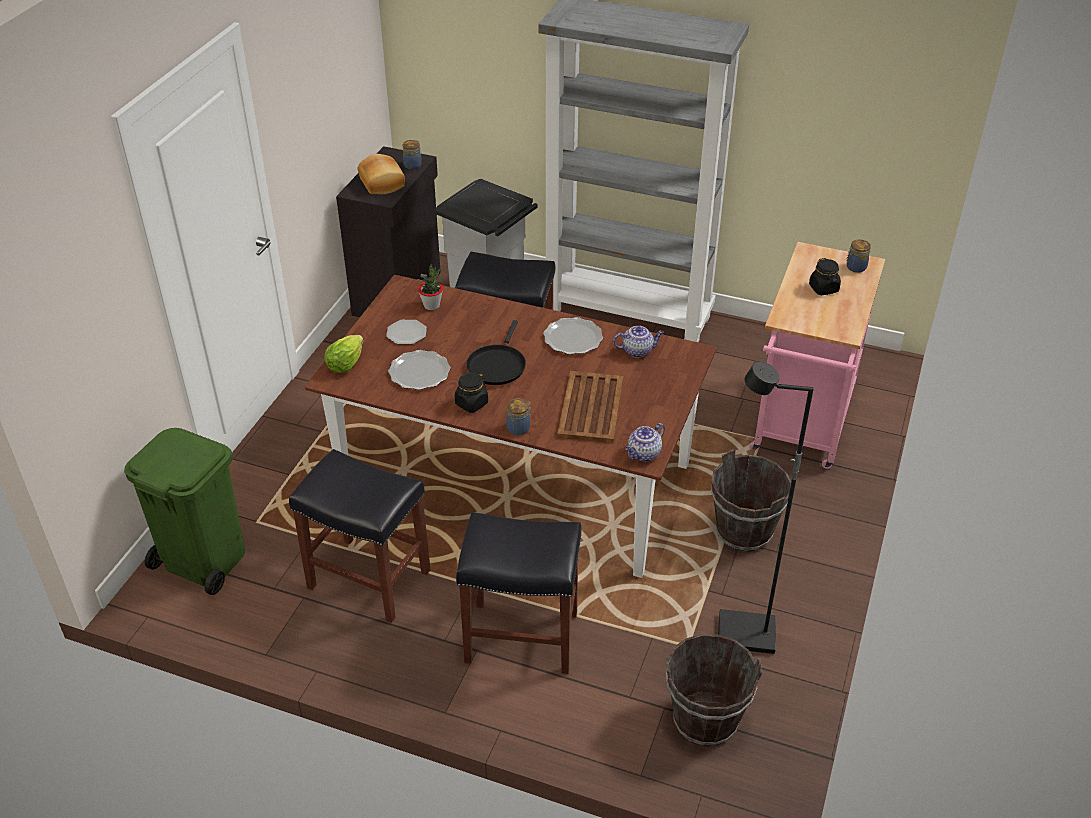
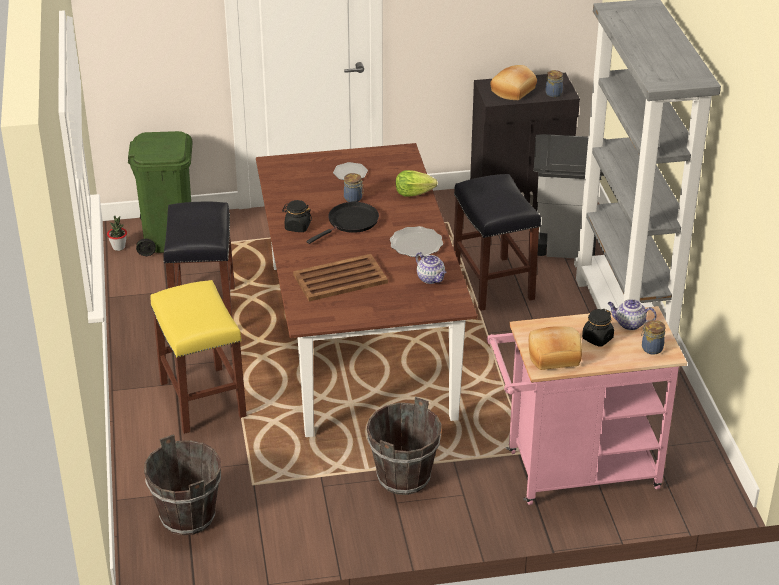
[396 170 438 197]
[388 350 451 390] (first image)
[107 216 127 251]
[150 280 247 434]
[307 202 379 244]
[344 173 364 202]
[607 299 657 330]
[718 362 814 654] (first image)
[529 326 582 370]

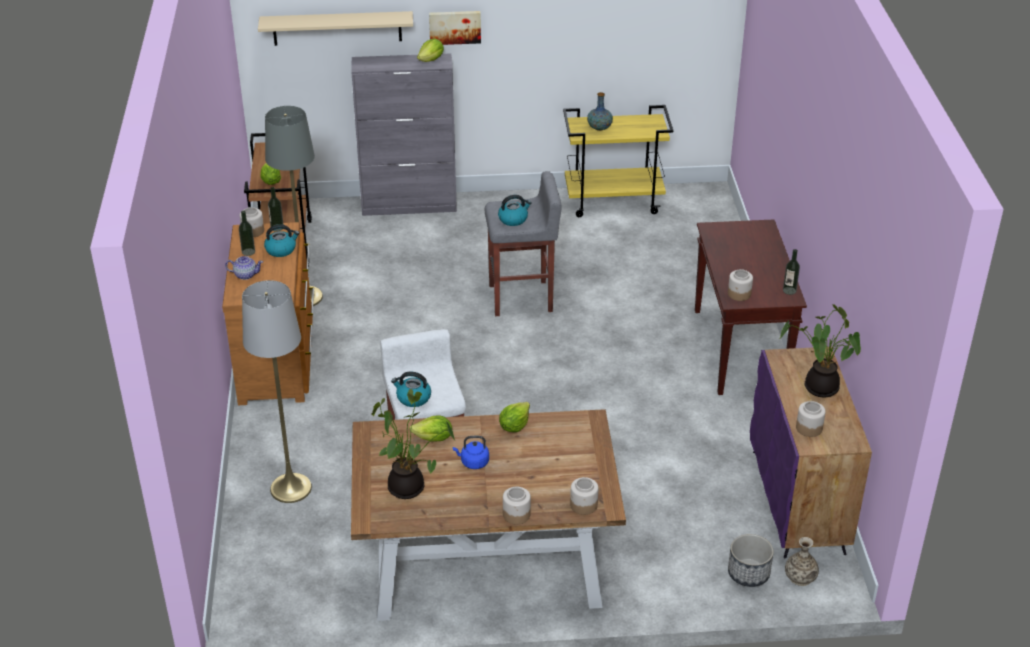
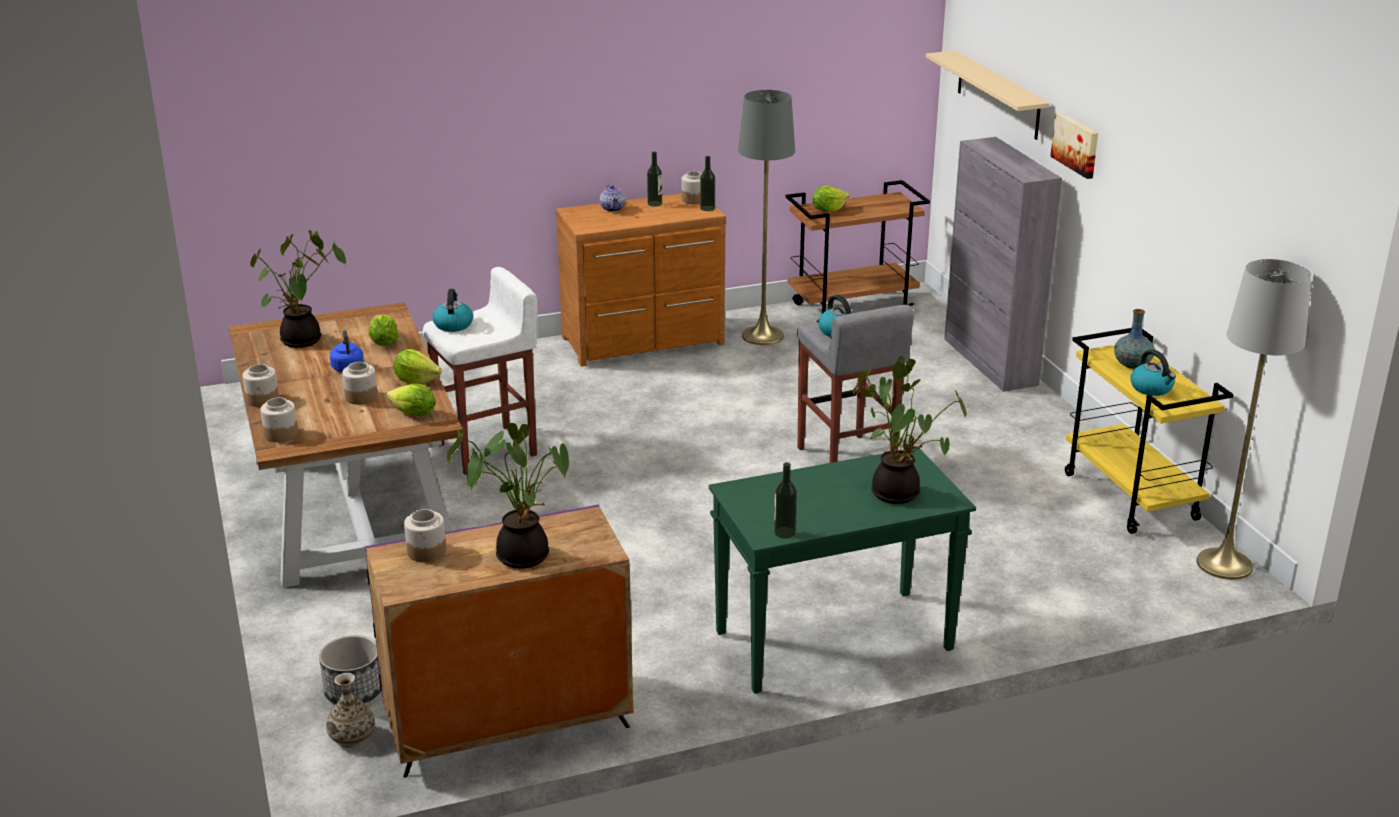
[1196 259 1311 580]
[1130 350 1176 396]
[387 384 435 416]
[709 448 976 694]
[342 362 378 405]
[852 356 967 504]

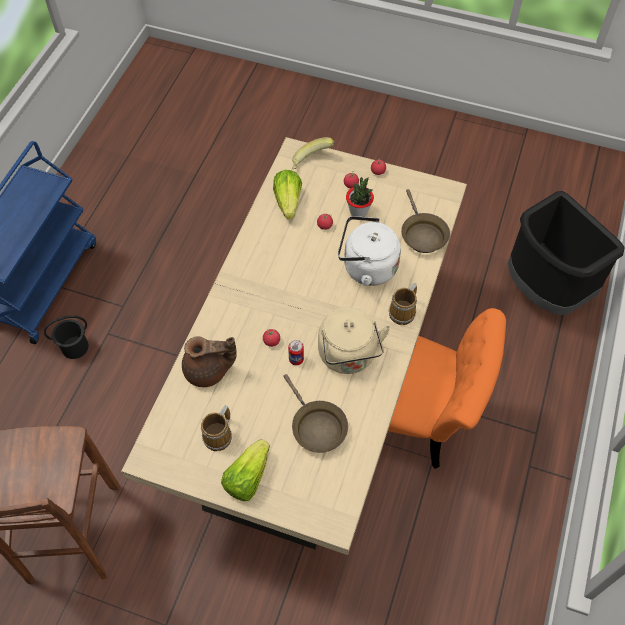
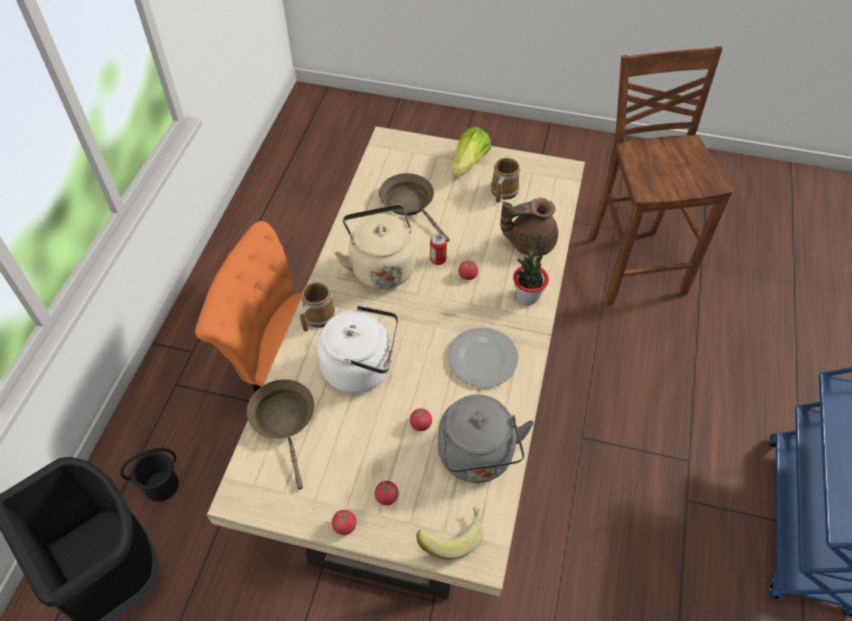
[120 448 179 502]
[438 395 534 483]
[513 240 549 305]
[448 327 519 387]

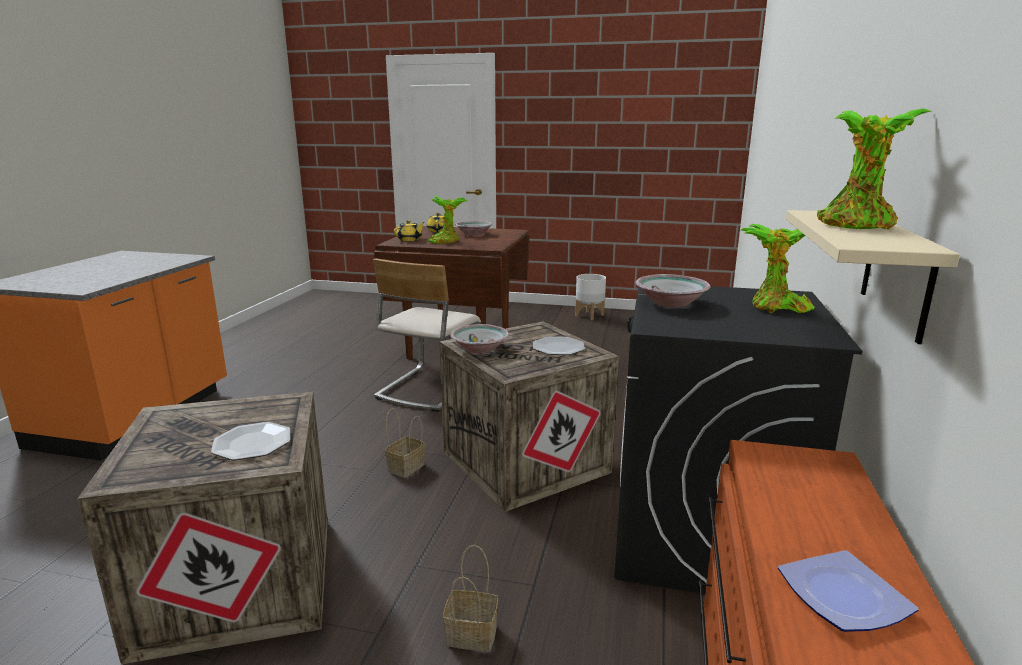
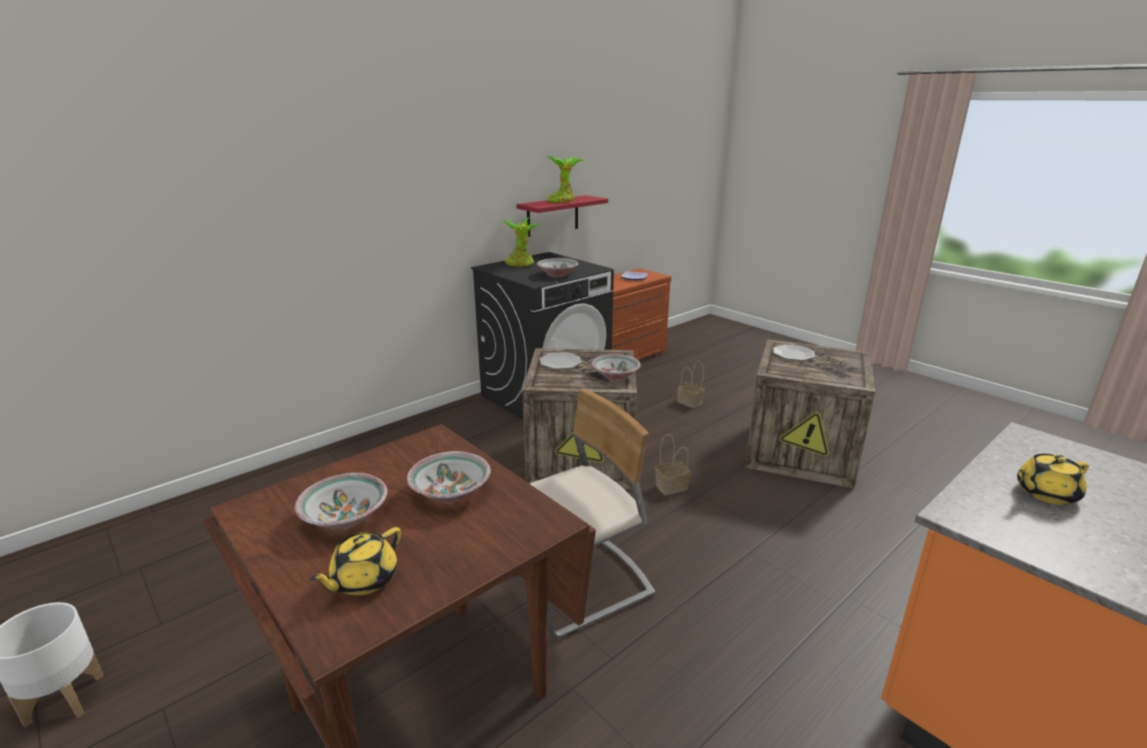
[1017 454 1089 505]
[407 451 491 503]
[516 195 608 237]

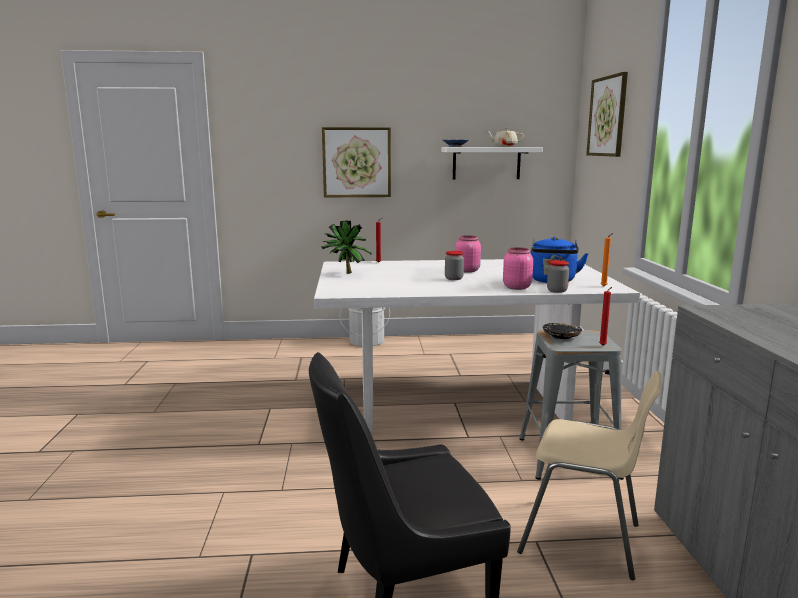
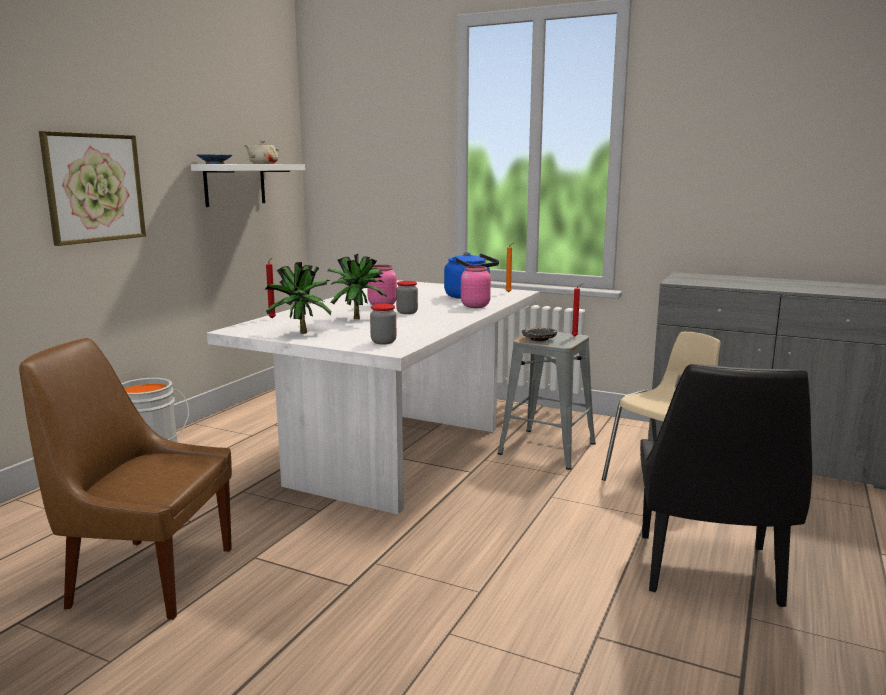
[370 304 396 344]
[586 72 628 157] (first image)
[19 338 232 620]
[327 254 387 319]

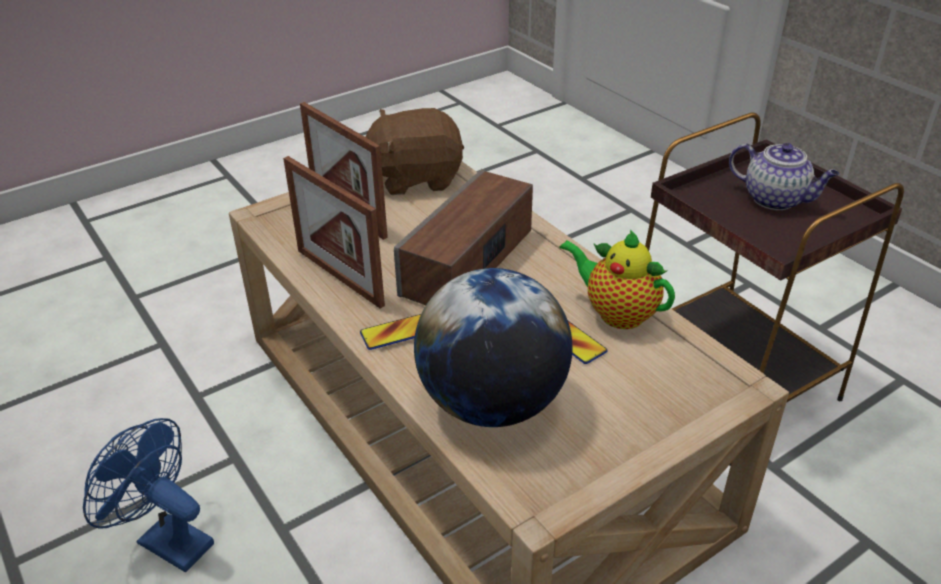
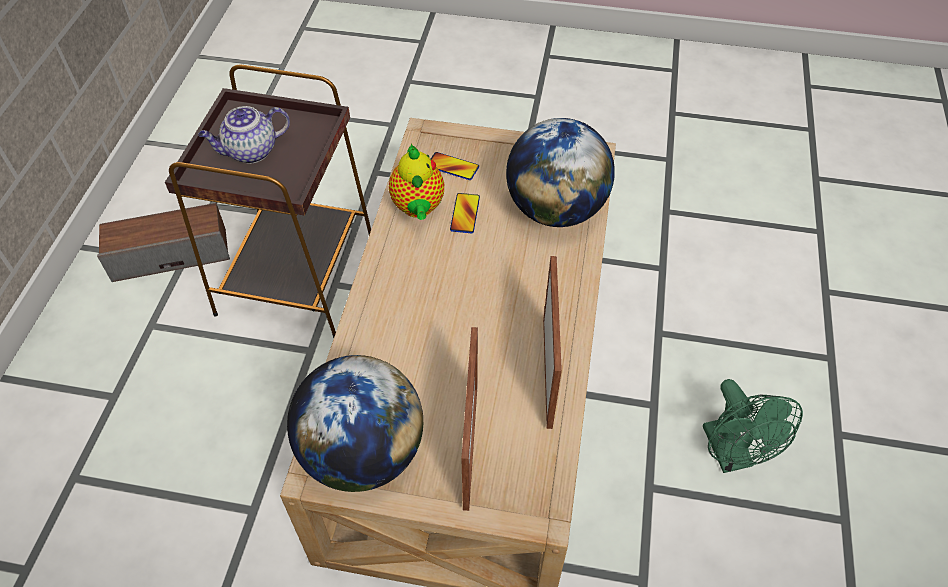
[703 379 803 473]
[431 152 479 180]
[287 355 423 492]
[97 203 230 282]
[198 106 290 164]

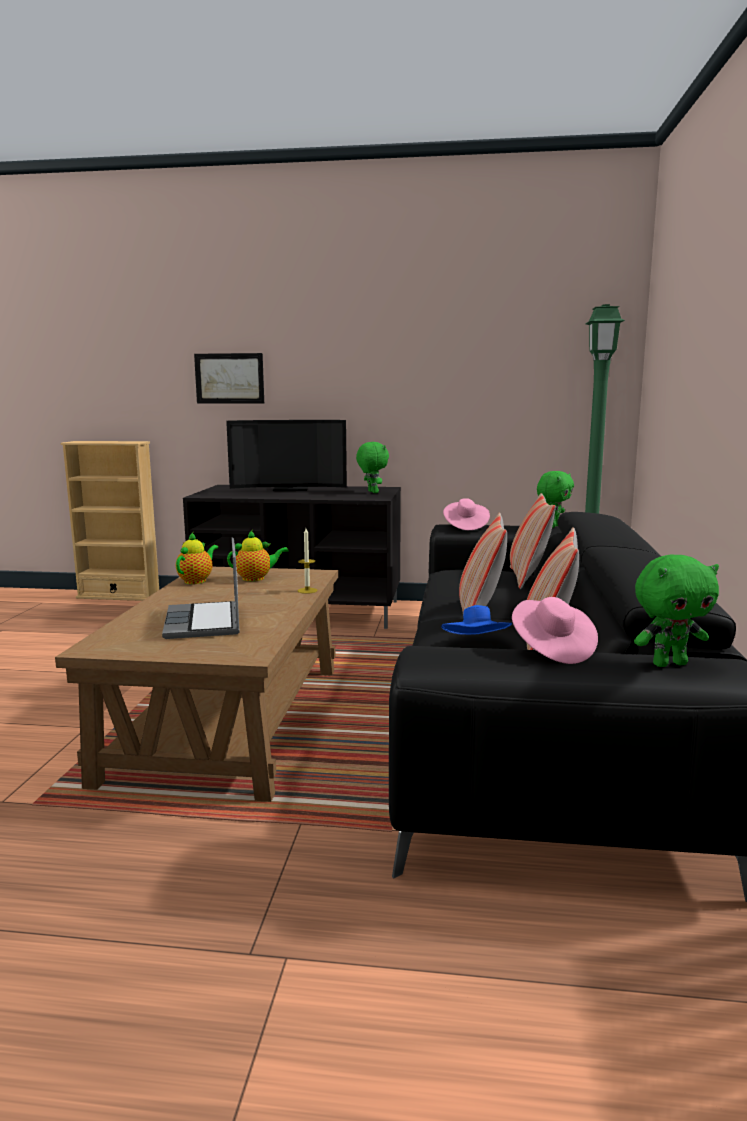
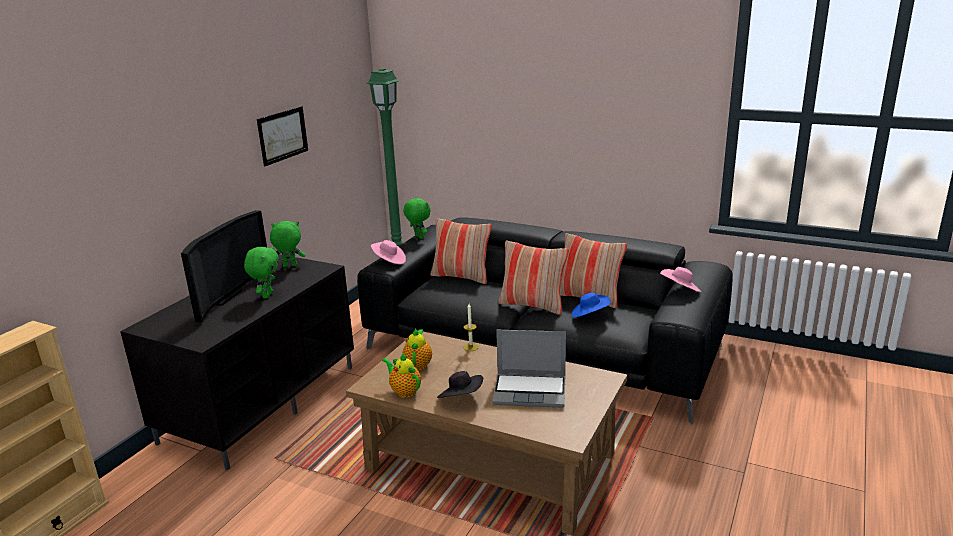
[257 106 308 166]
[244 246 279 299]
[437 371 483 398]

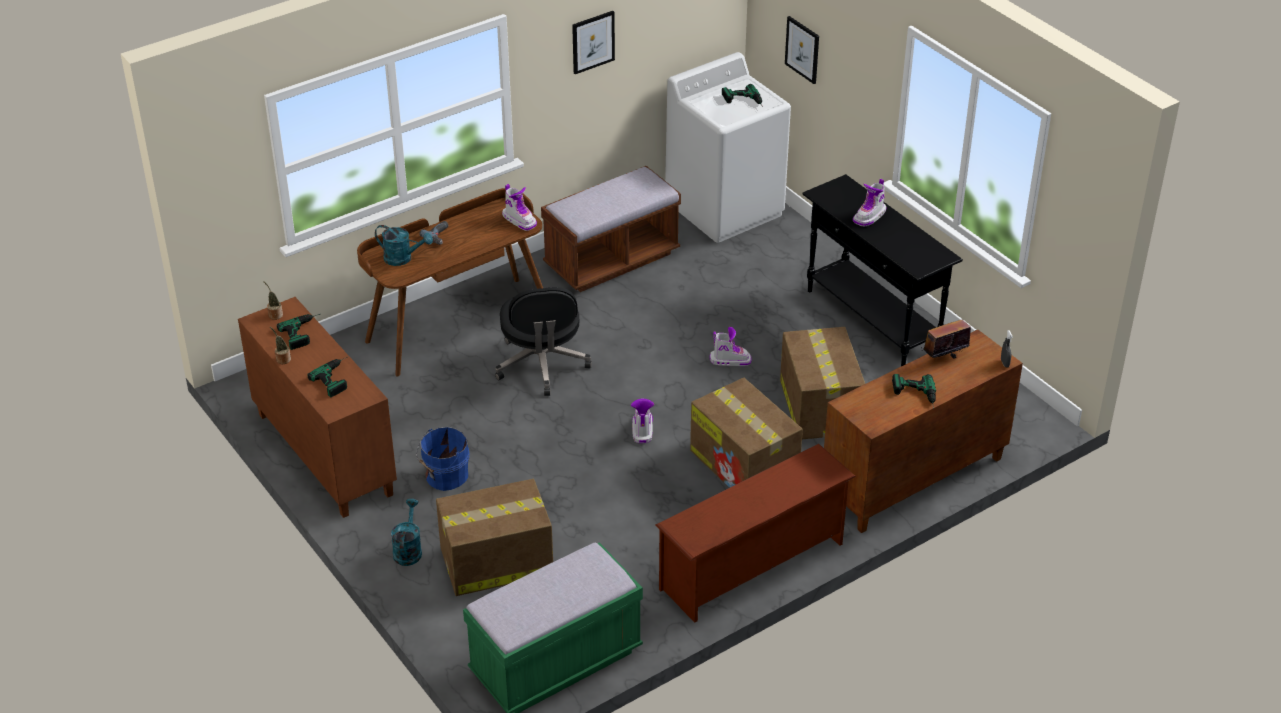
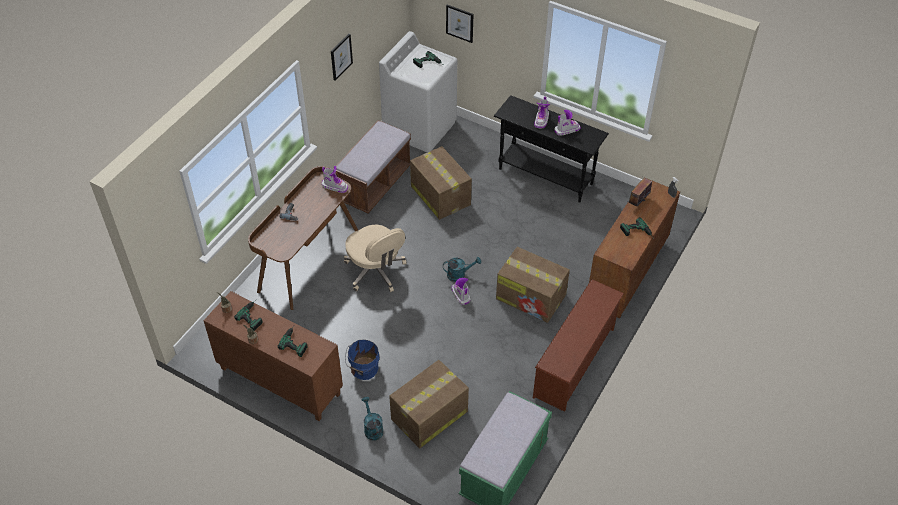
[443 257 481 282]
[344 225 406 292]
[554 110 581 136]
[410 146 472 220]

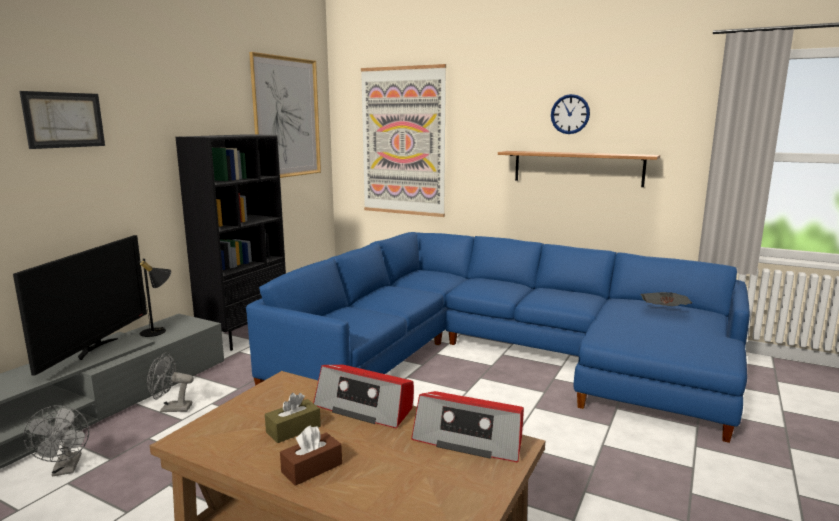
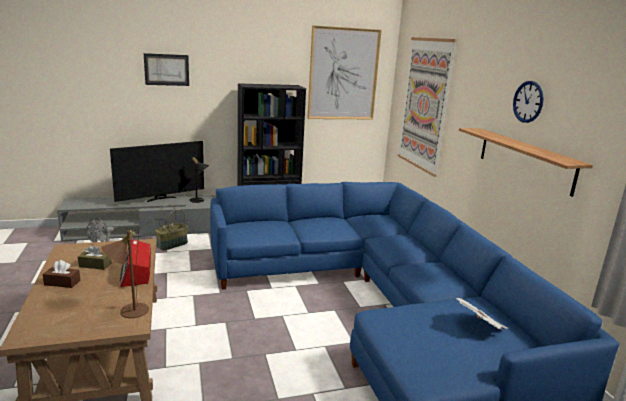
[155 205 188 250]
[101 230 149 318]

